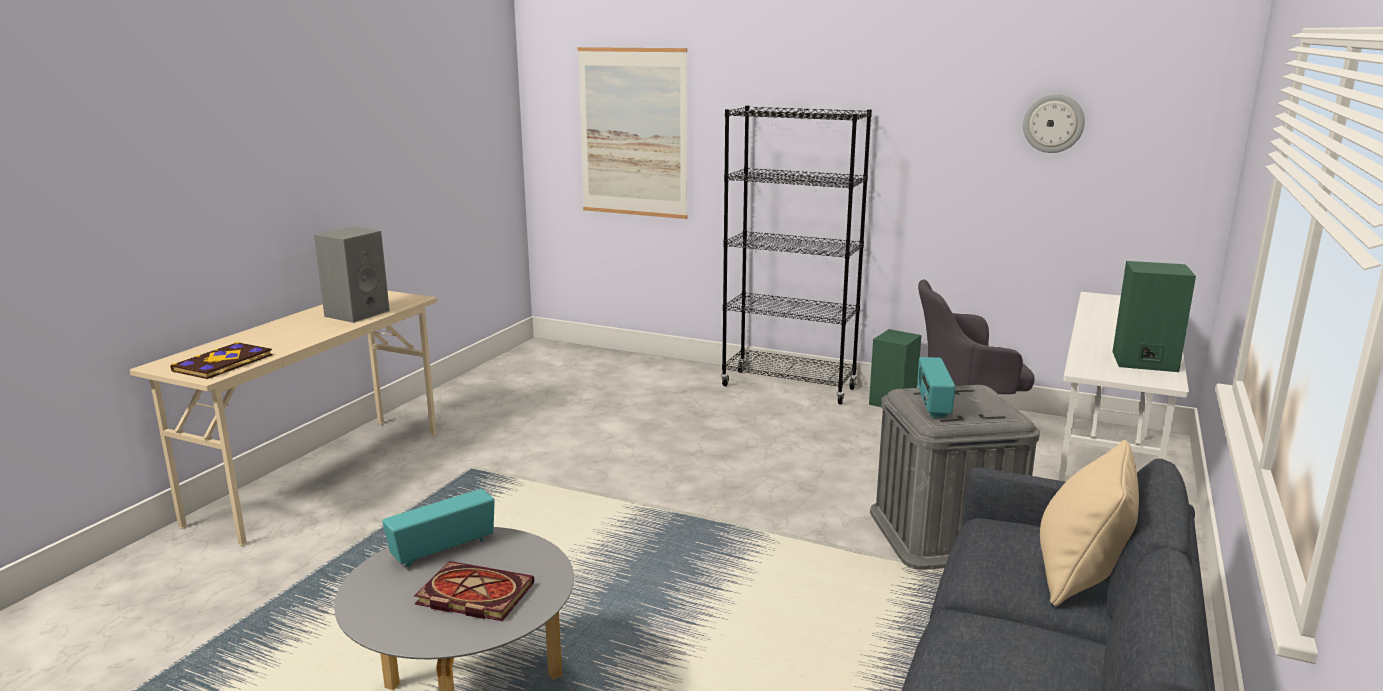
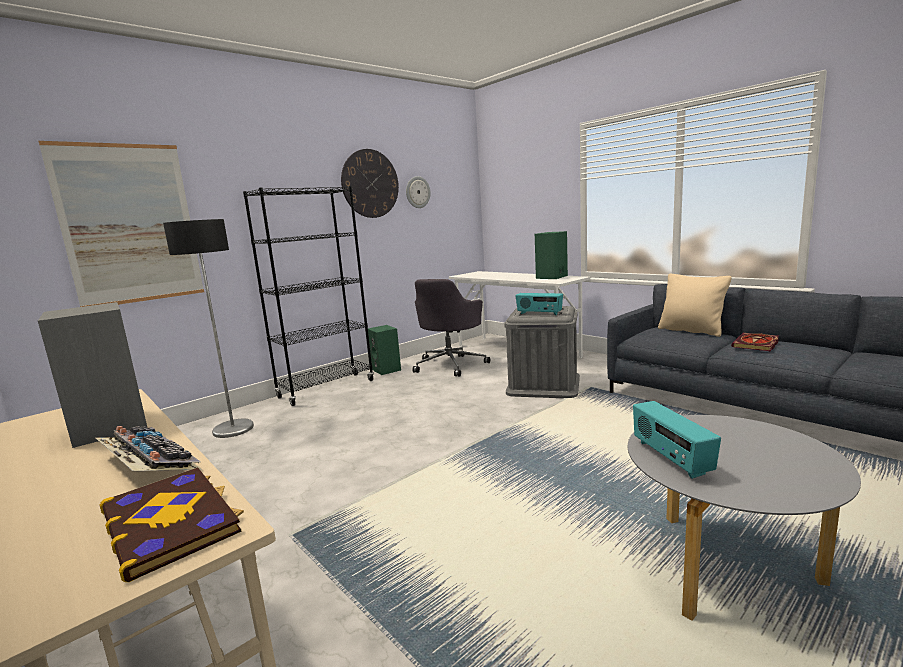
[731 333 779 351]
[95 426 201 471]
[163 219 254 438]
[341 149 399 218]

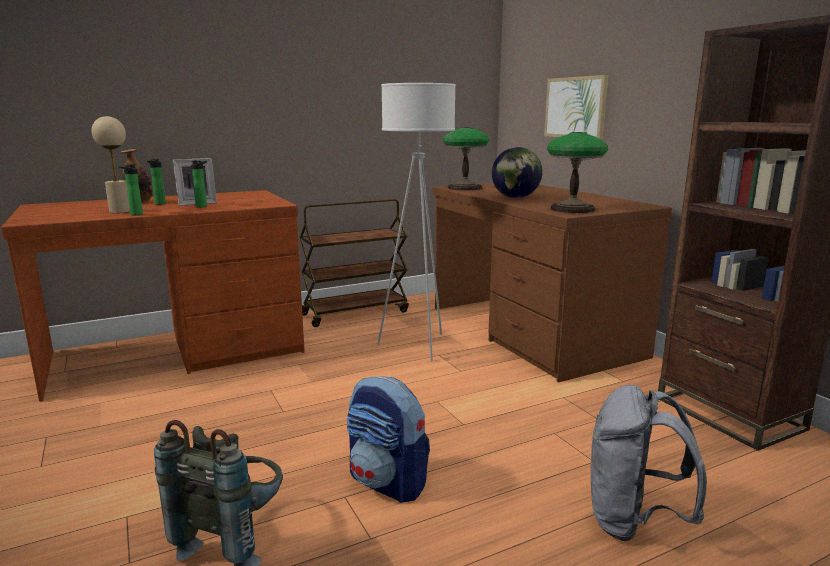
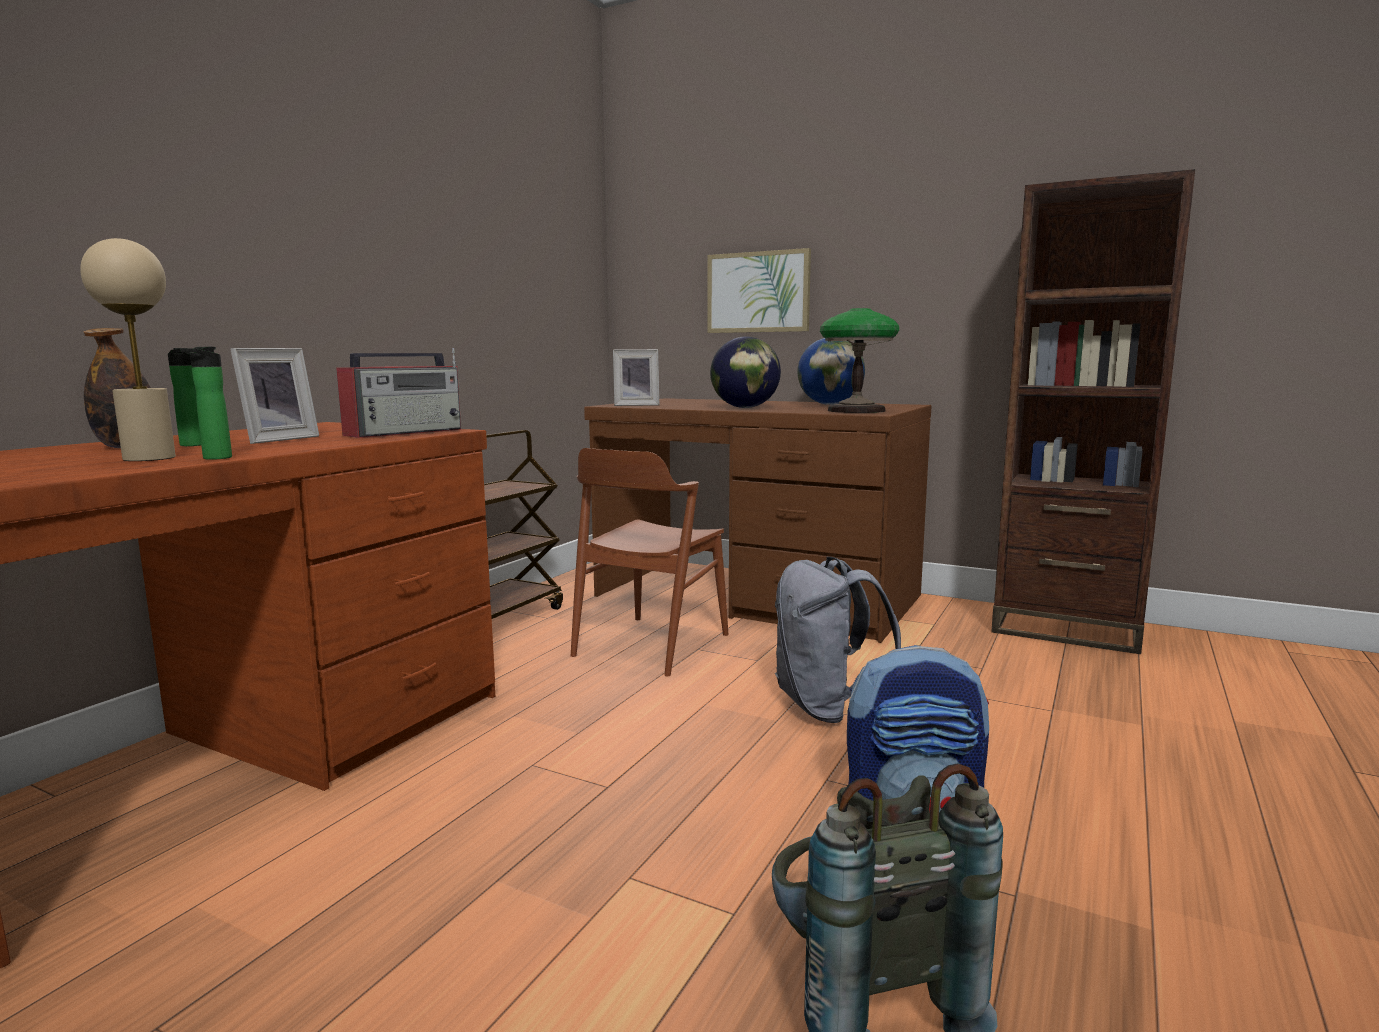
[191 160 207 207] (first image)
[571 448 728 677]
[613 349 659 406]
[775 557 901 723]
[336 348 461 438]
[798 338 865 405]

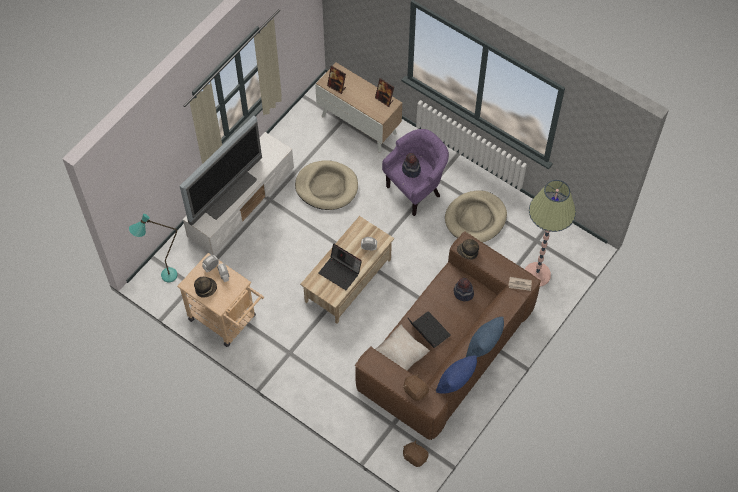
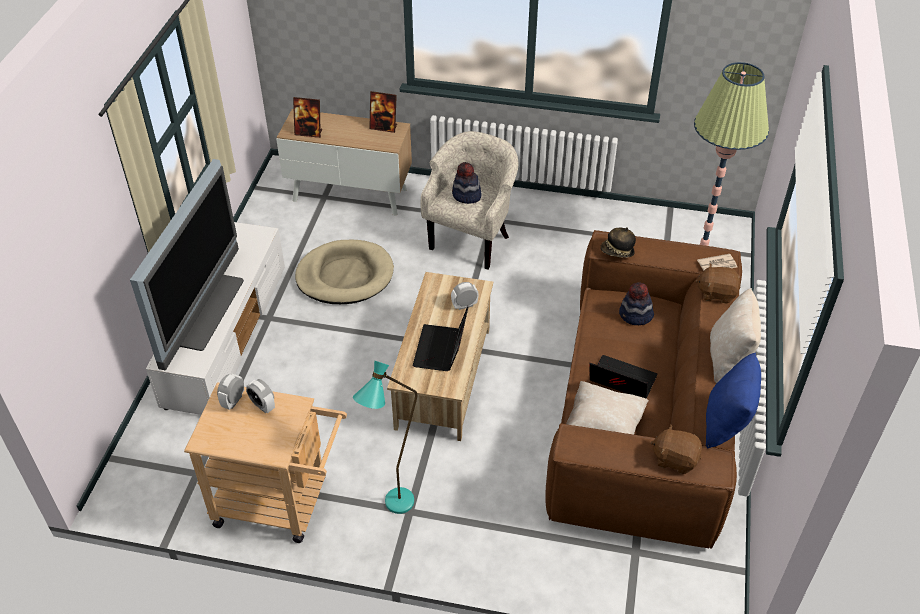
[353 361 418 514]
[194 277 217 298] (first image)
[413 306 469 371]
[421 131 518 270]
[695 263 741 304]
[445 190 507 243] (first image)
[710 288 761 383]

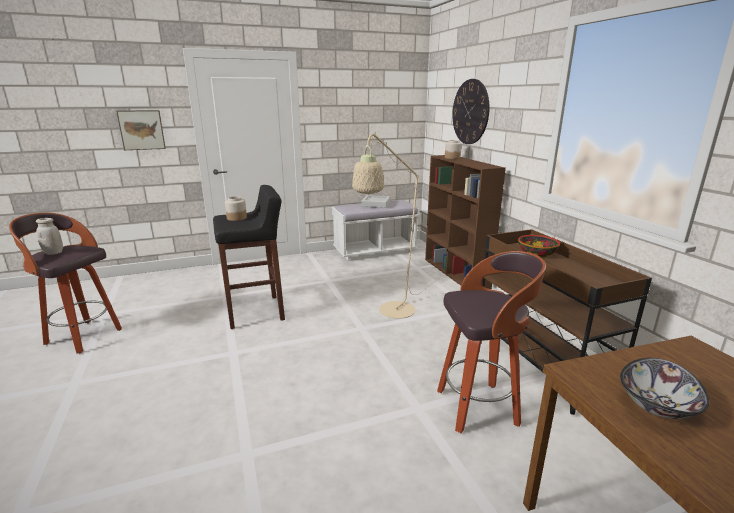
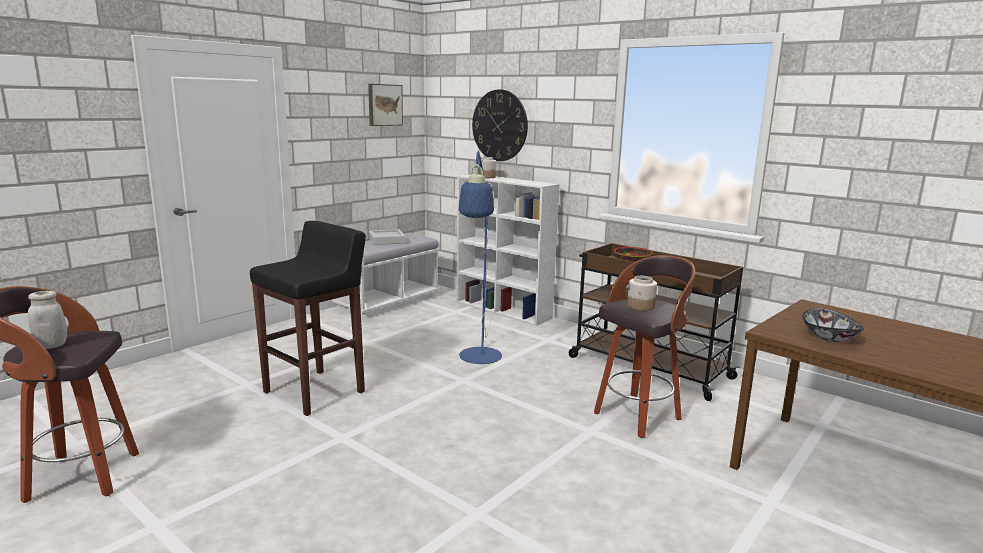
[368 84 403 126]
[627 276 657 311]
[459 149 502 364]
[456 174 560 326]

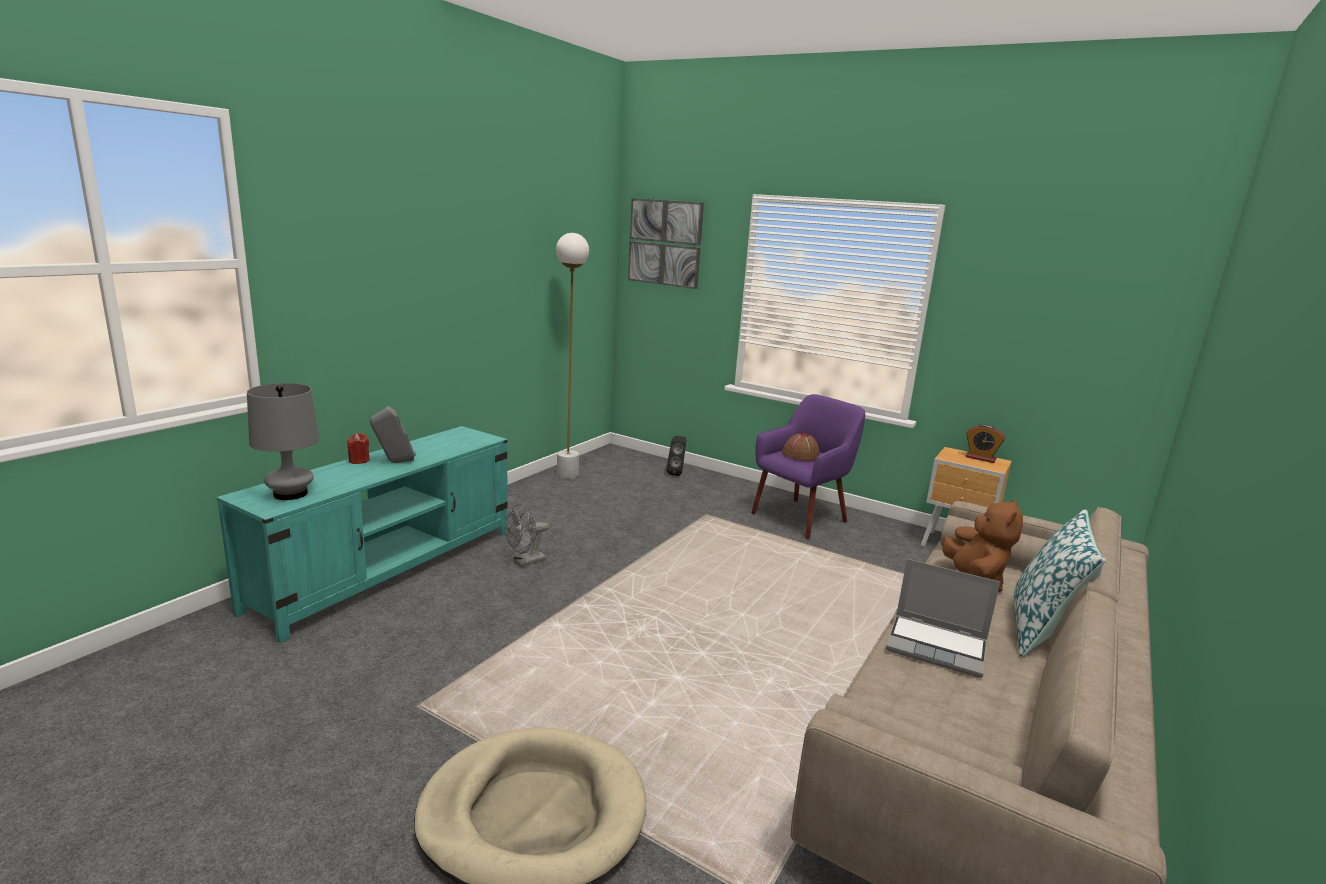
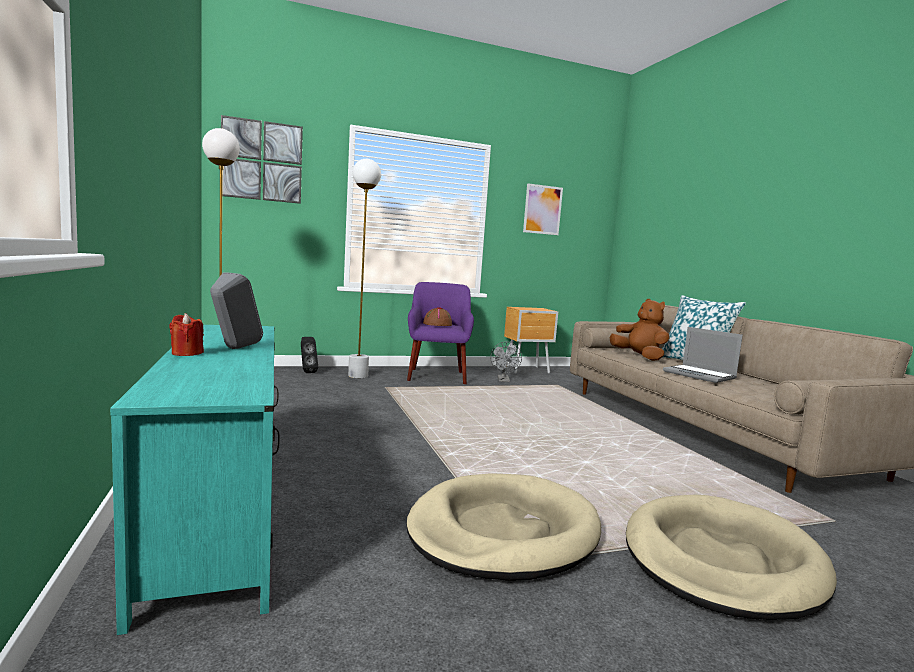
[247 383 320 500] (first image)
[490 342 522 382]
[663 327 743 383]
[965 424 1005 463] (first image)
[348 159 381 378]
[406 473 601 581]
[523 183 563 235]

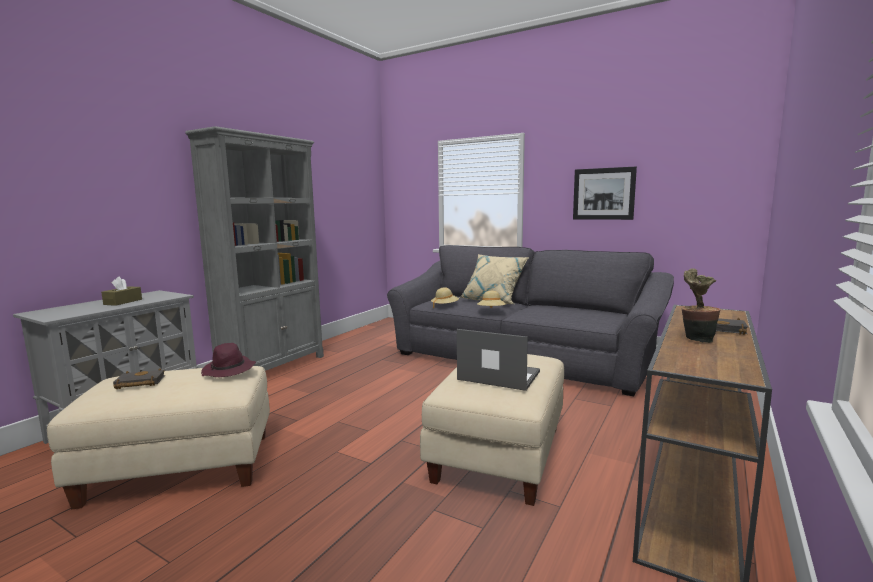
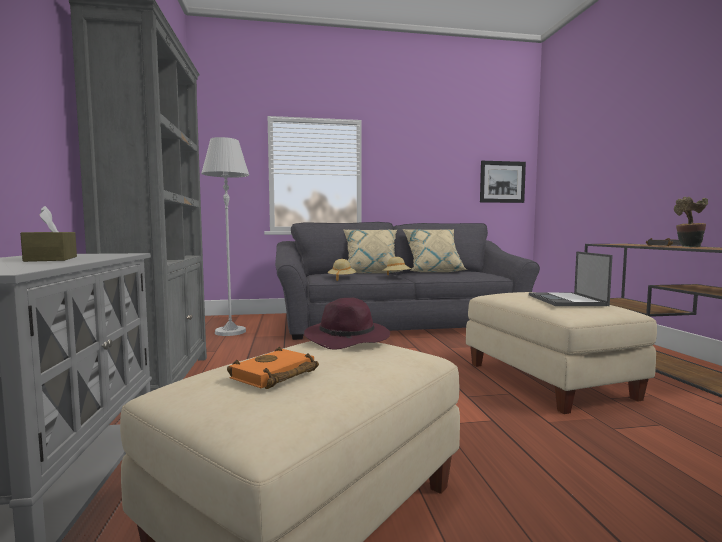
[227 347 319 389]
[529 251 613 306]
[480 161 526 203]
[201 137 249 336]
[403 229 467 272]

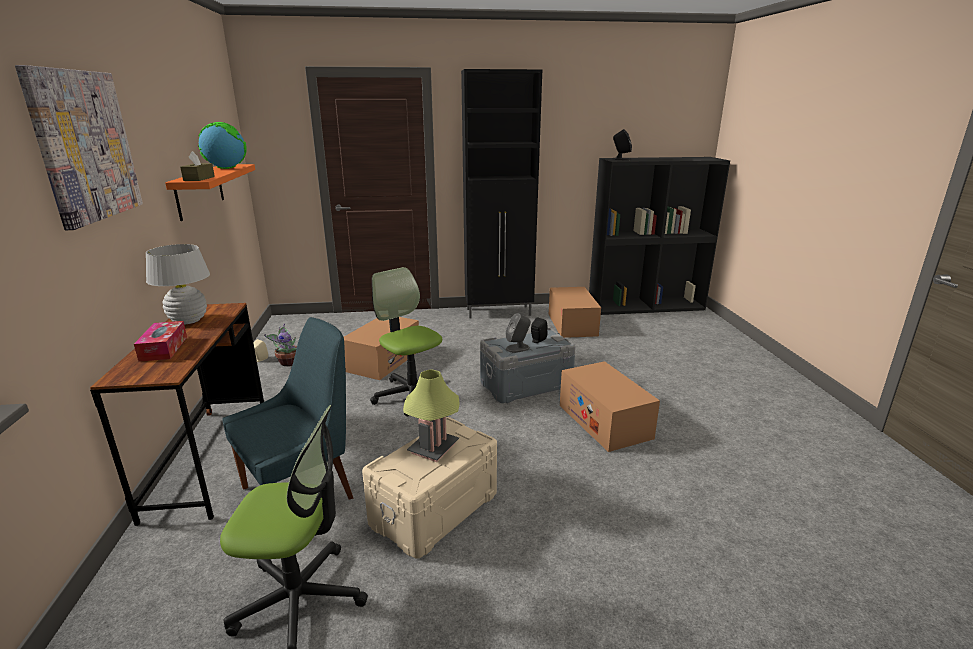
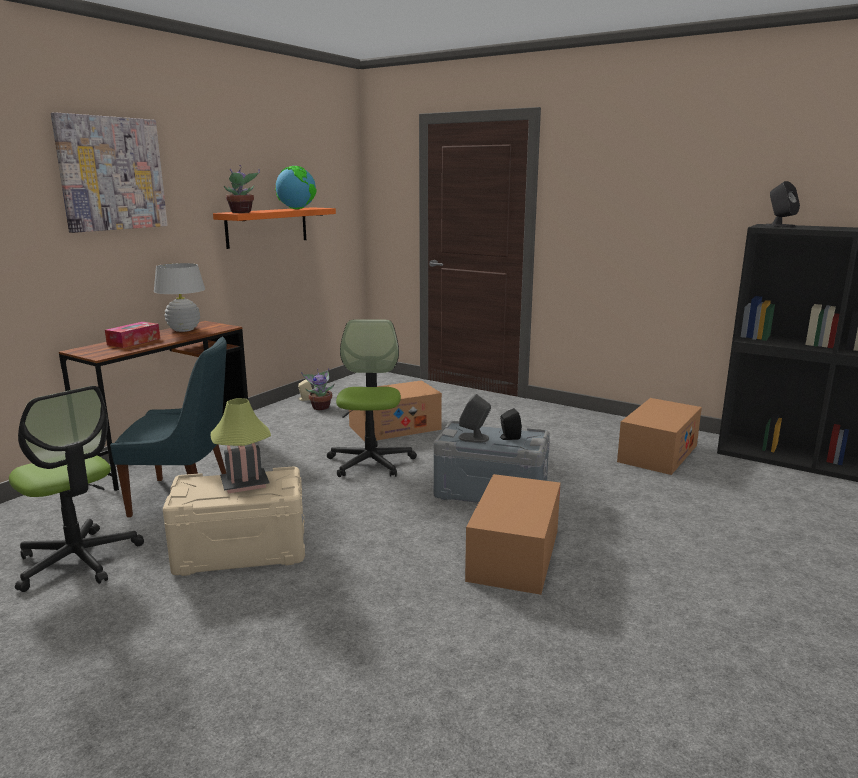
[224 165 260 213]
[461 69 542 318] (first image)

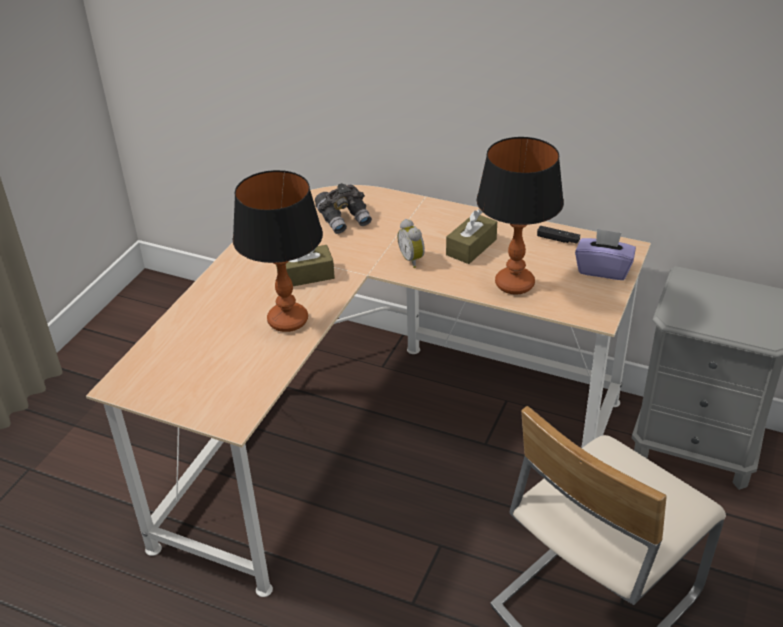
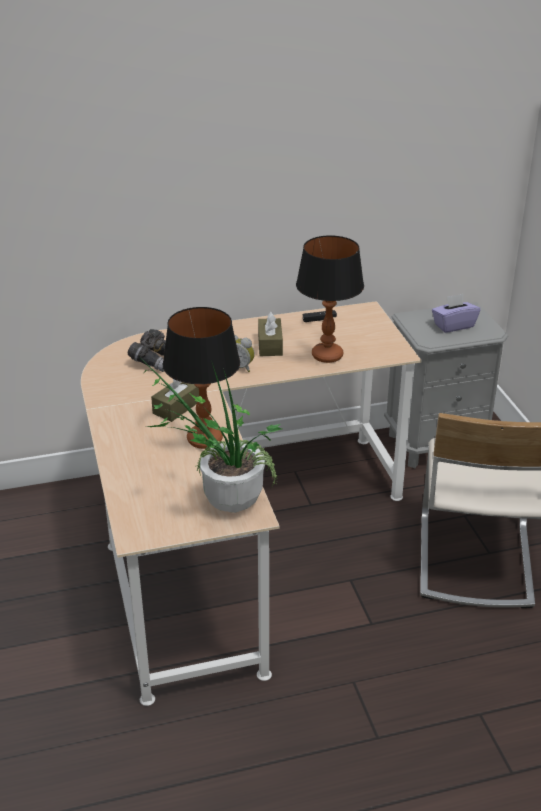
[432 294 480 333]
[143 363 282 513]

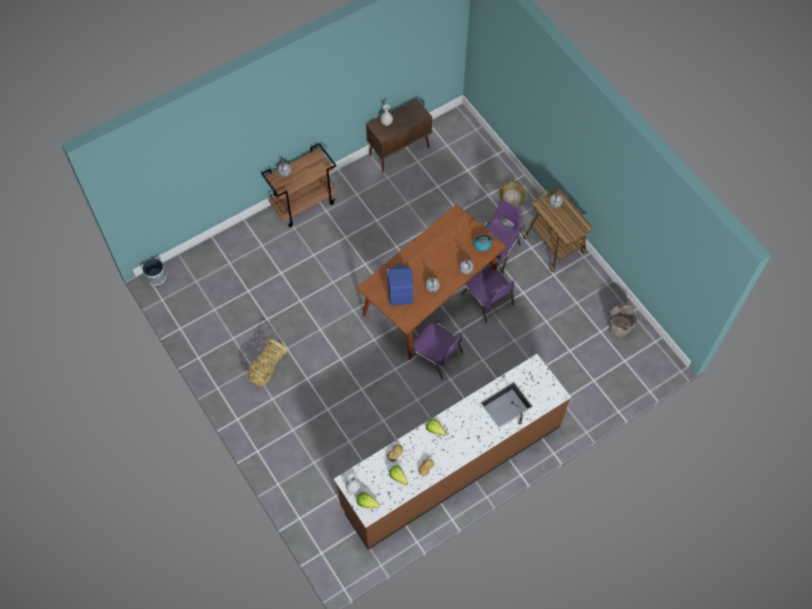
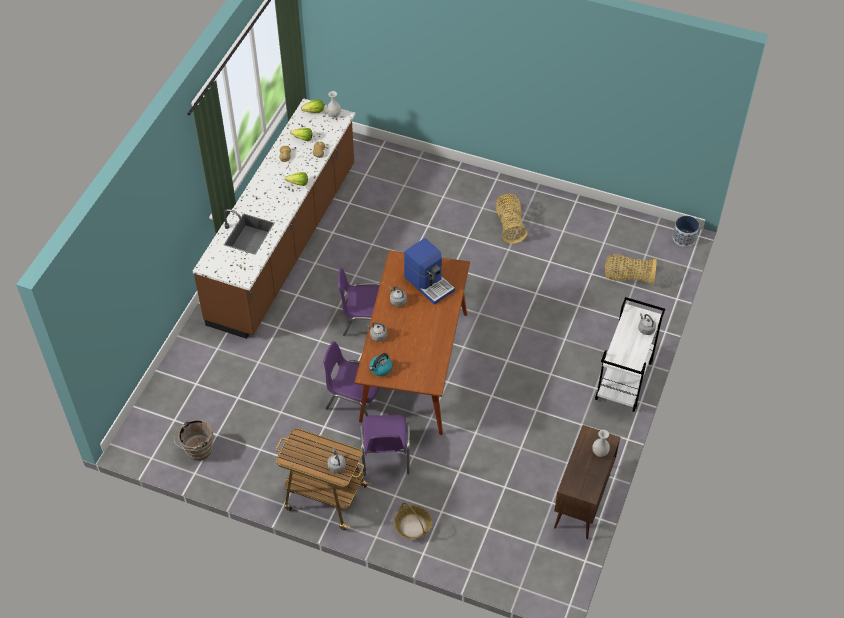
[595 297 665 412]
[605 254 657 285]

